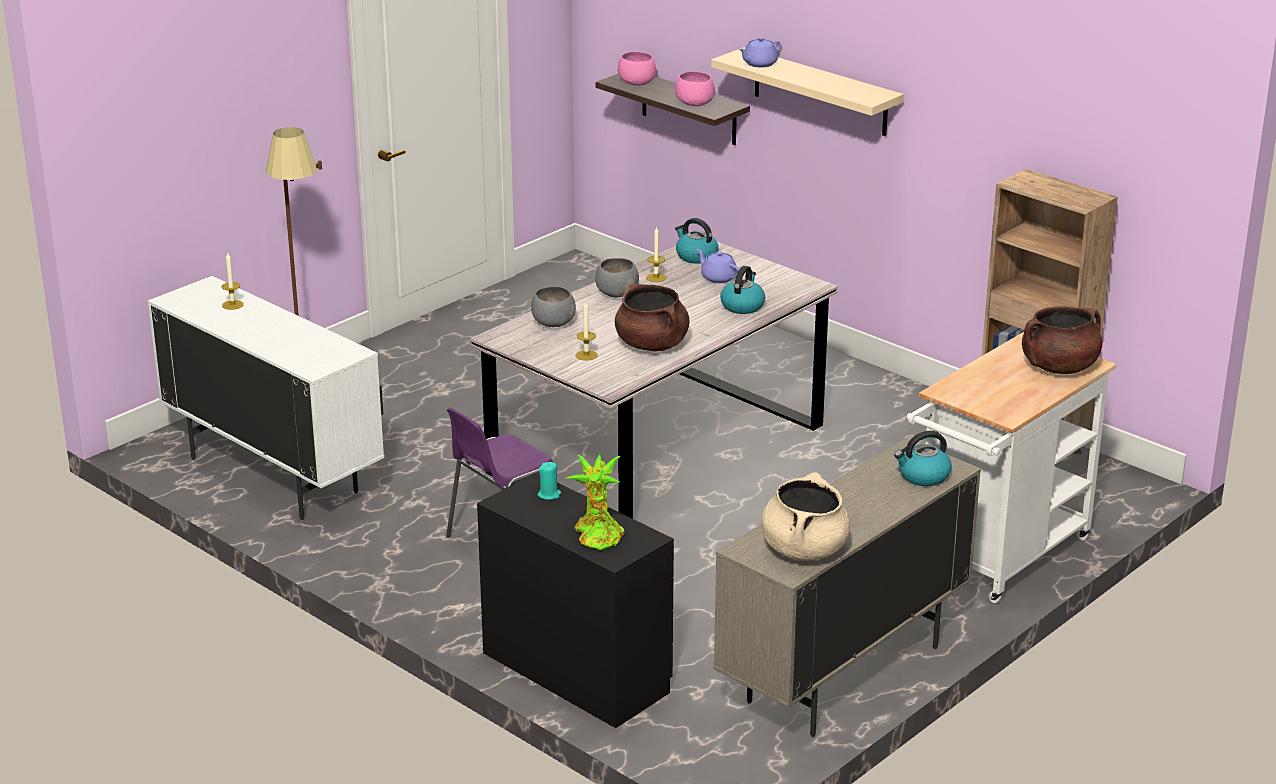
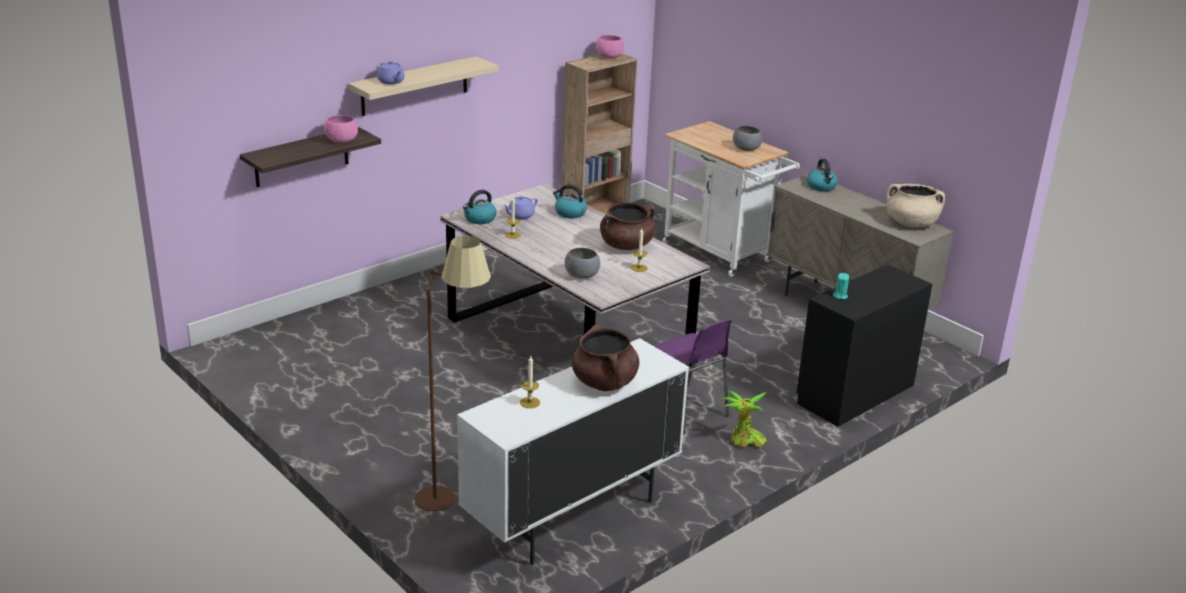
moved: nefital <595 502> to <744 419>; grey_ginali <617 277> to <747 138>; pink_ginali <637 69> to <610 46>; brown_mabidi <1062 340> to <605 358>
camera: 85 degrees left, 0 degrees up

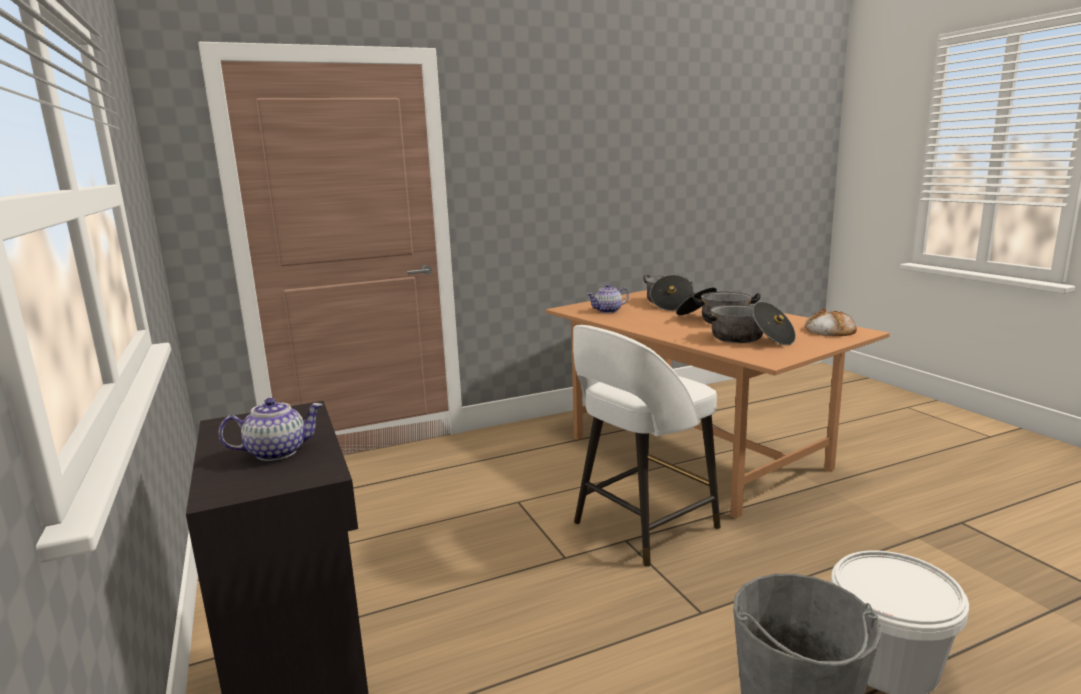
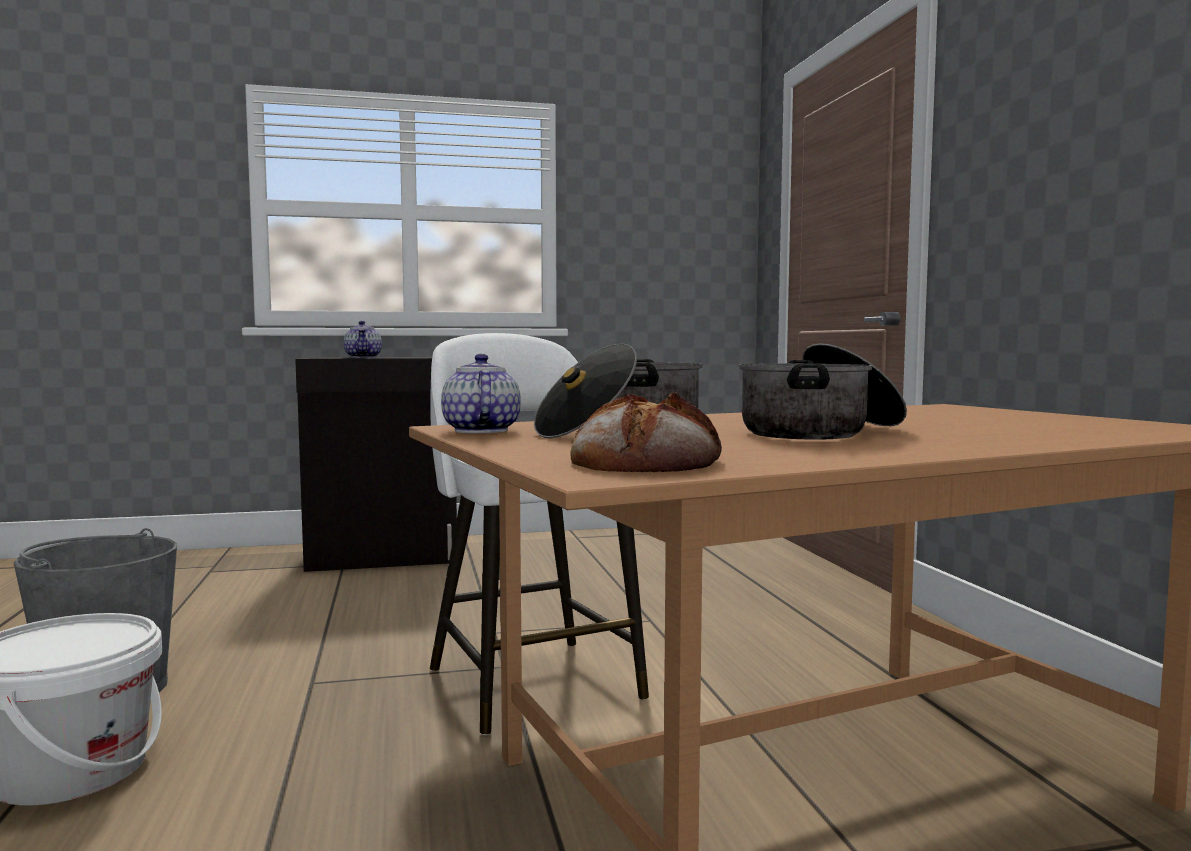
removed: mabidi <668 293>
moved: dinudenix <608 298> to <481 393>
camera: 100 degrees right, 10 degrees down

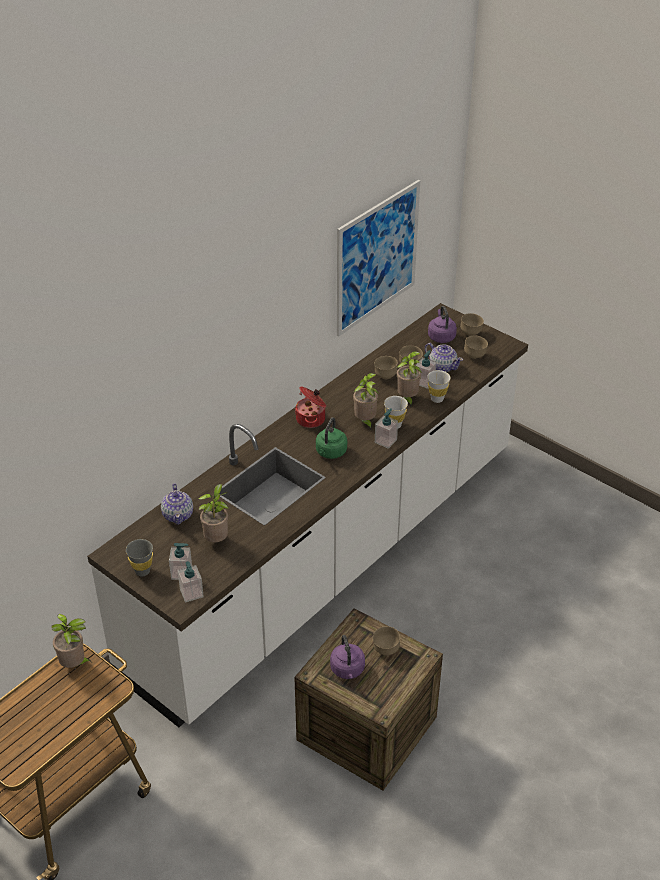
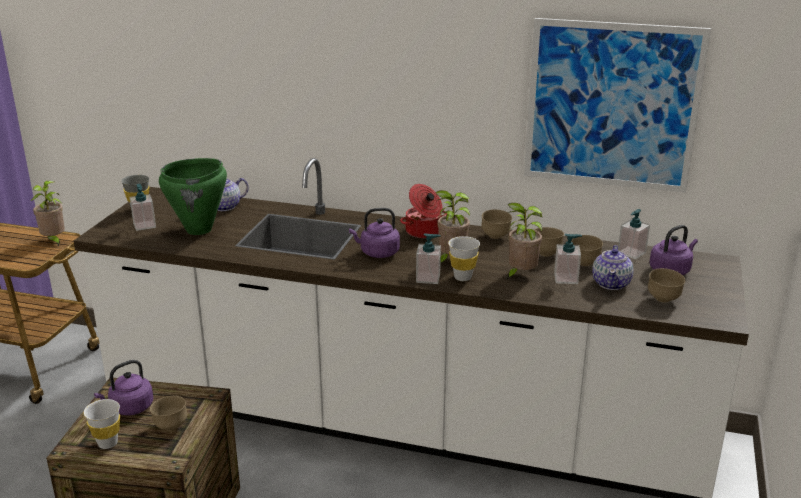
moved: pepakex <191 582> to <634 234>; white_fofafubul <439 386> to <102 424>; brown_ginali <472 324> to <496 224>
replaced: nefital <213 513> to green_mabidi <193 196>
recoloured: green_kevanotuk <331 438> to purple_kevanotuk <374 233>
camera: 65 degrees right, 15 degrees down

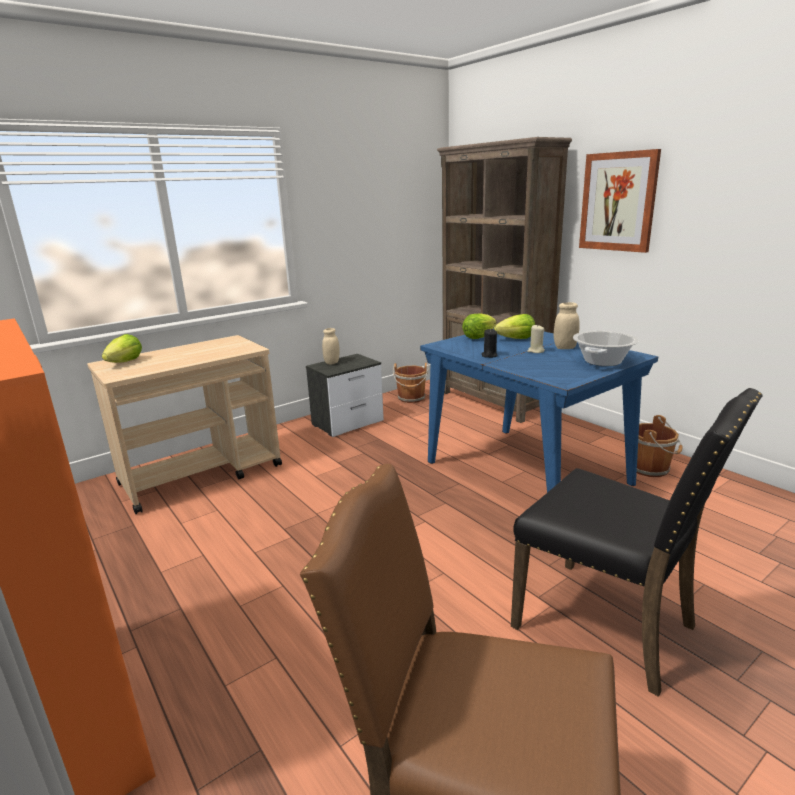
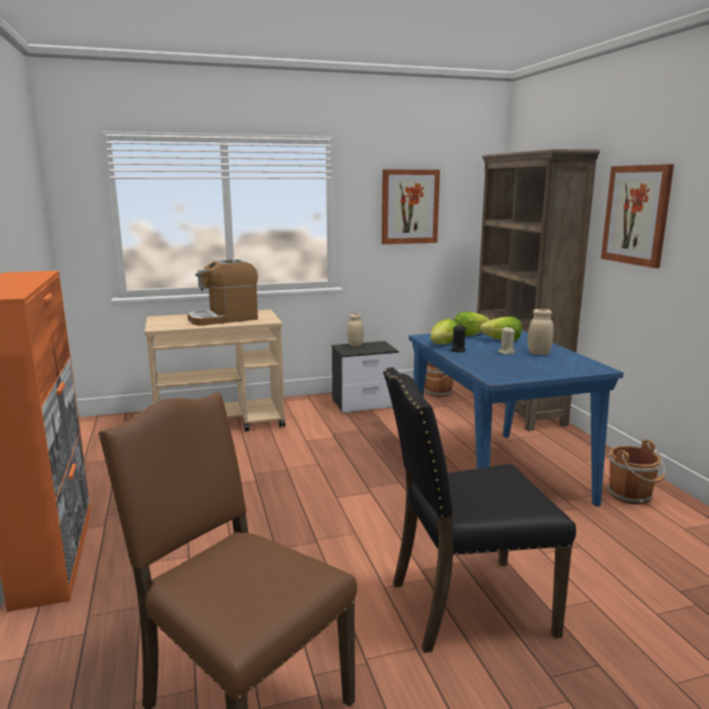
removed: mabidi <606 348>
added: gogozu <223 292>; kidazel <411 207>
moved: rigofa <122 348> to <444 331>
turned: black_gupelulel <637 542> = <479 510> 105 degrees clockwise
camera: 20 degrees right, 5 degrees down

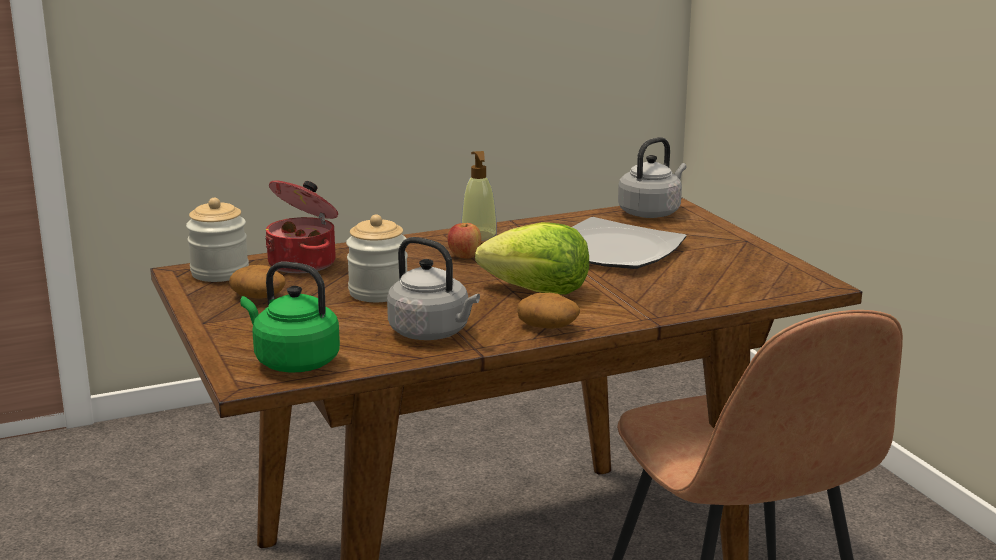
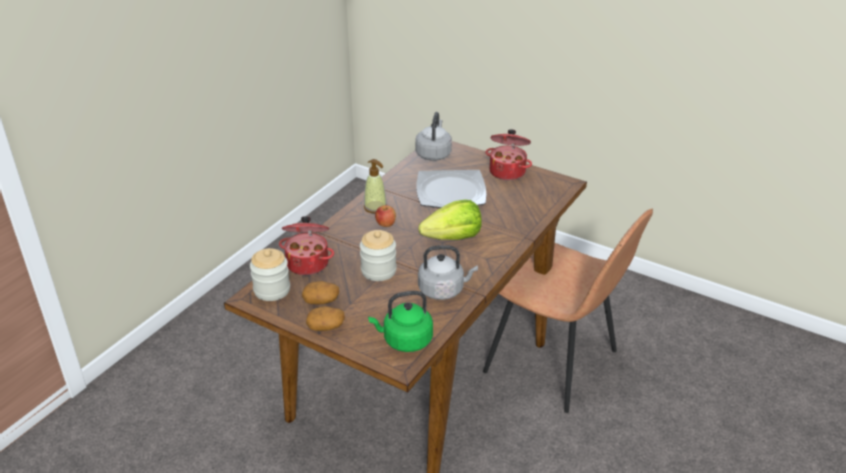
added: mabidi <509 154>
moved: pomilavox <548 311> to <325 318>
camera: 35 degrees left, 15 degrees up

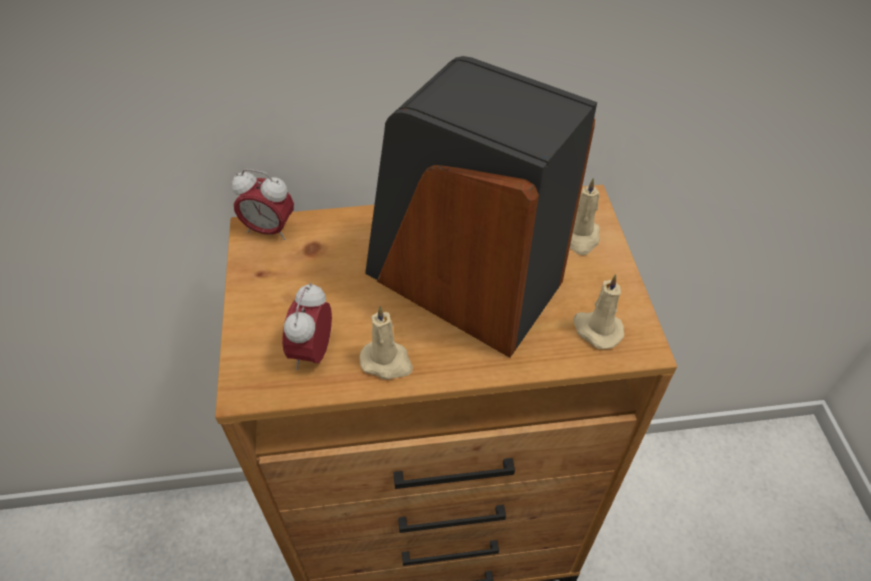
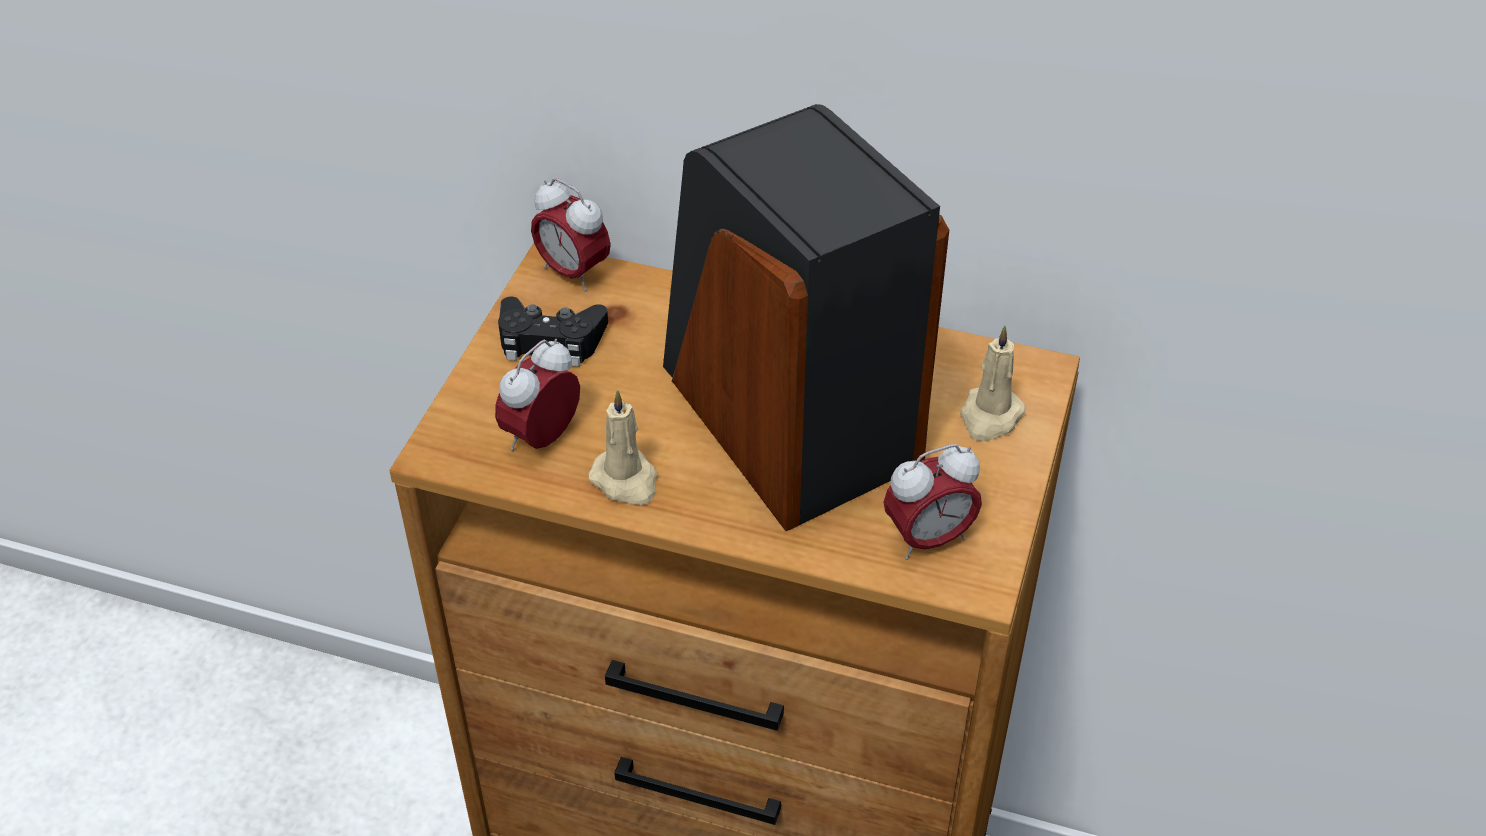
added: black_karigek <553 332>
replaced: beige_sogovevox <598 311> to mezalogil <933 502>
camera: 25 degrees right, 5 degrees down

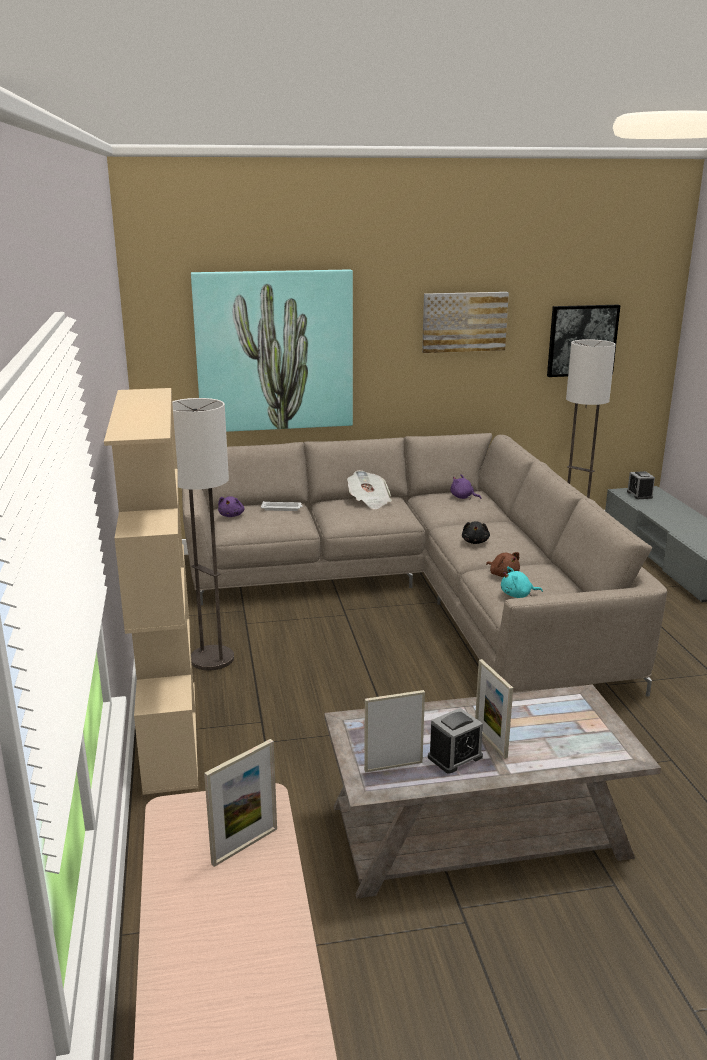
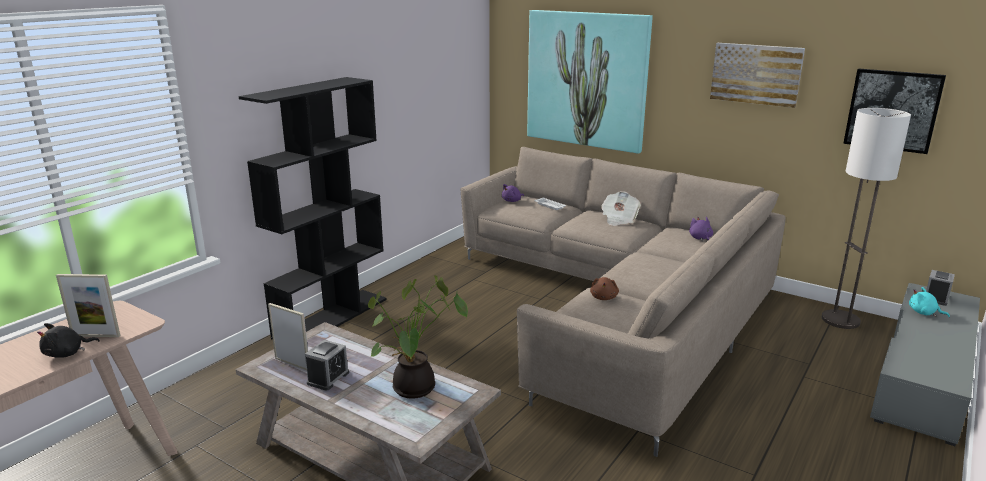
removed: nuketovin <203 534>; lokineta <494 709>
added: nefital <418 337>
moved: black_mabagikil <476 532> to <68 340>; turquoise_mabagikil <522 582> to <929 302>
recoloured: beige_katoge <151 591> to black_katoge <312 208>
turned: mezalogil <455 741> = <327 365> 75 degrees counterclockwise
camera: 45 degrees right, 0 degrees up

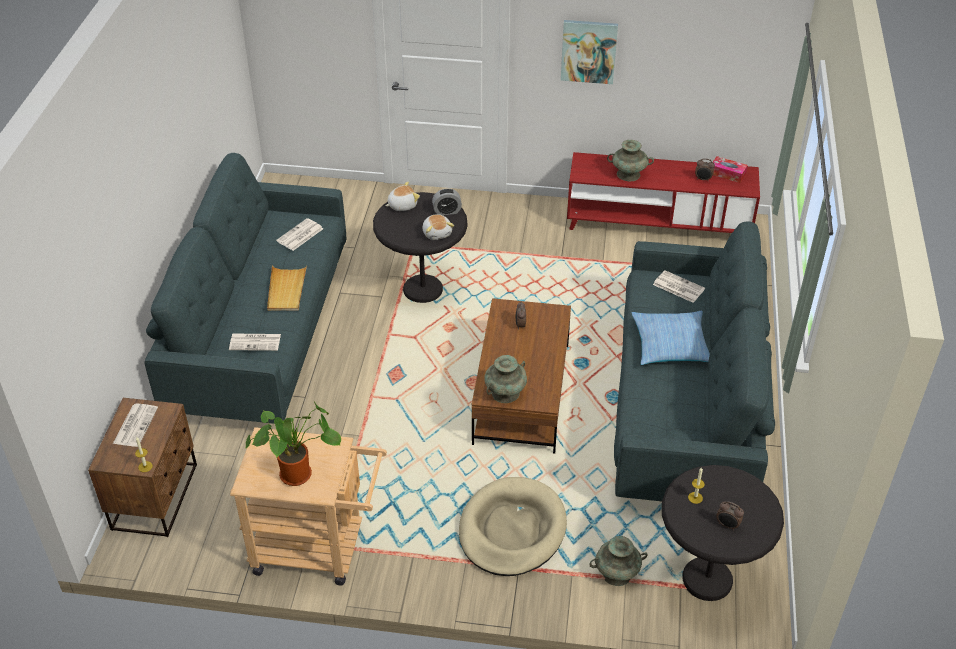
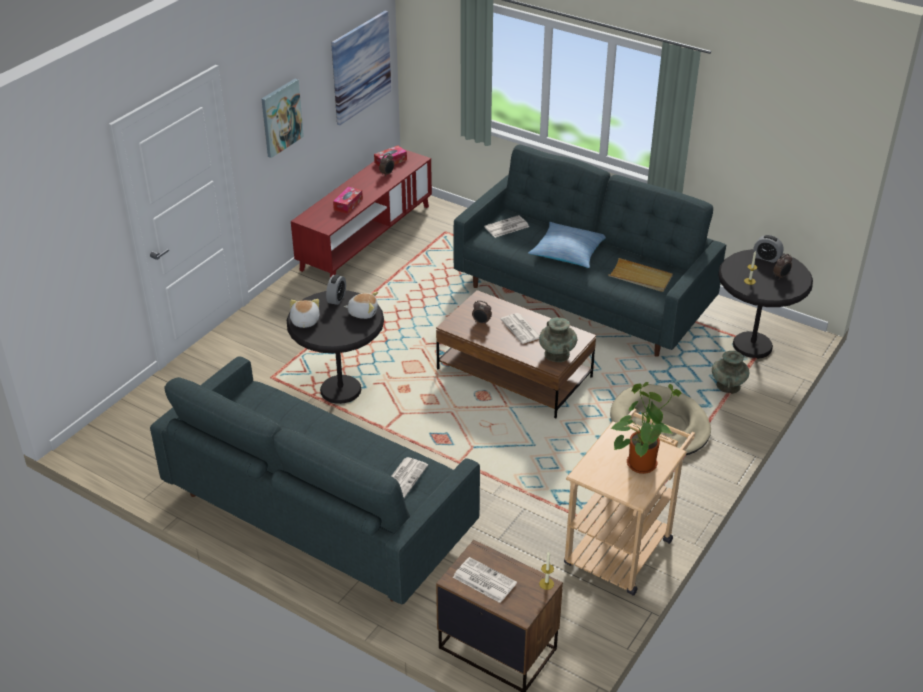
added: kidazel <361 67>; mezalogil <769 249>
moved: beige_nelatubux <287 288> to <640 275>; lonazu <299 234> to <520 328>
replaced: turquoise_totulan <630 160> to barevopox <348 200>
camera: 65 degrees left, 5 degrees down

